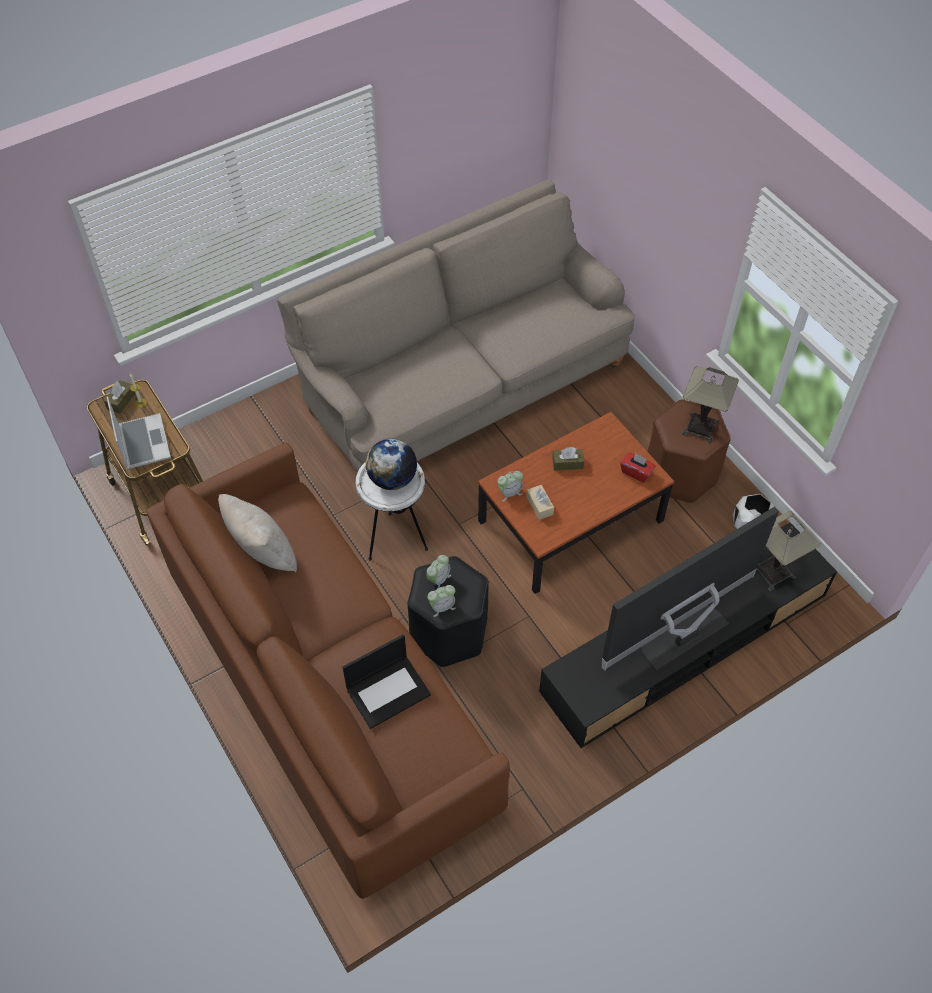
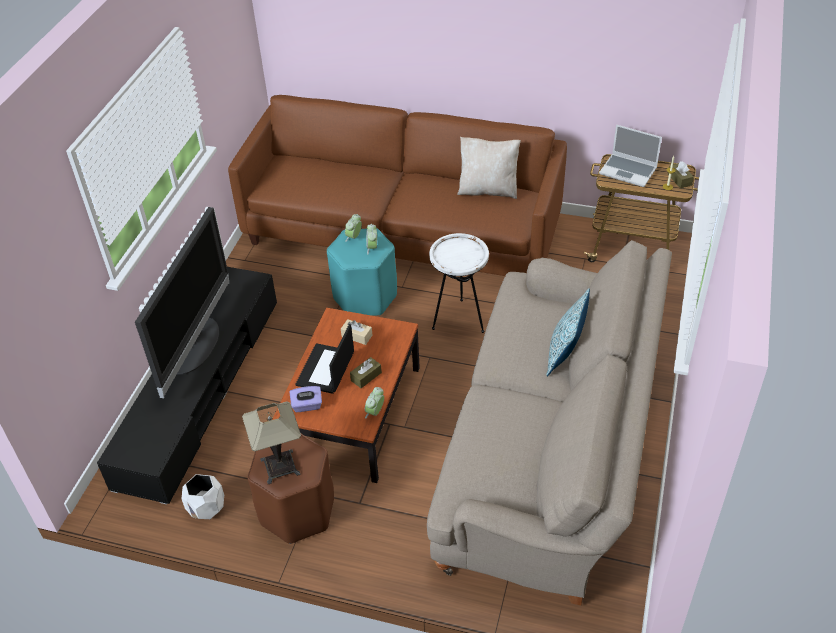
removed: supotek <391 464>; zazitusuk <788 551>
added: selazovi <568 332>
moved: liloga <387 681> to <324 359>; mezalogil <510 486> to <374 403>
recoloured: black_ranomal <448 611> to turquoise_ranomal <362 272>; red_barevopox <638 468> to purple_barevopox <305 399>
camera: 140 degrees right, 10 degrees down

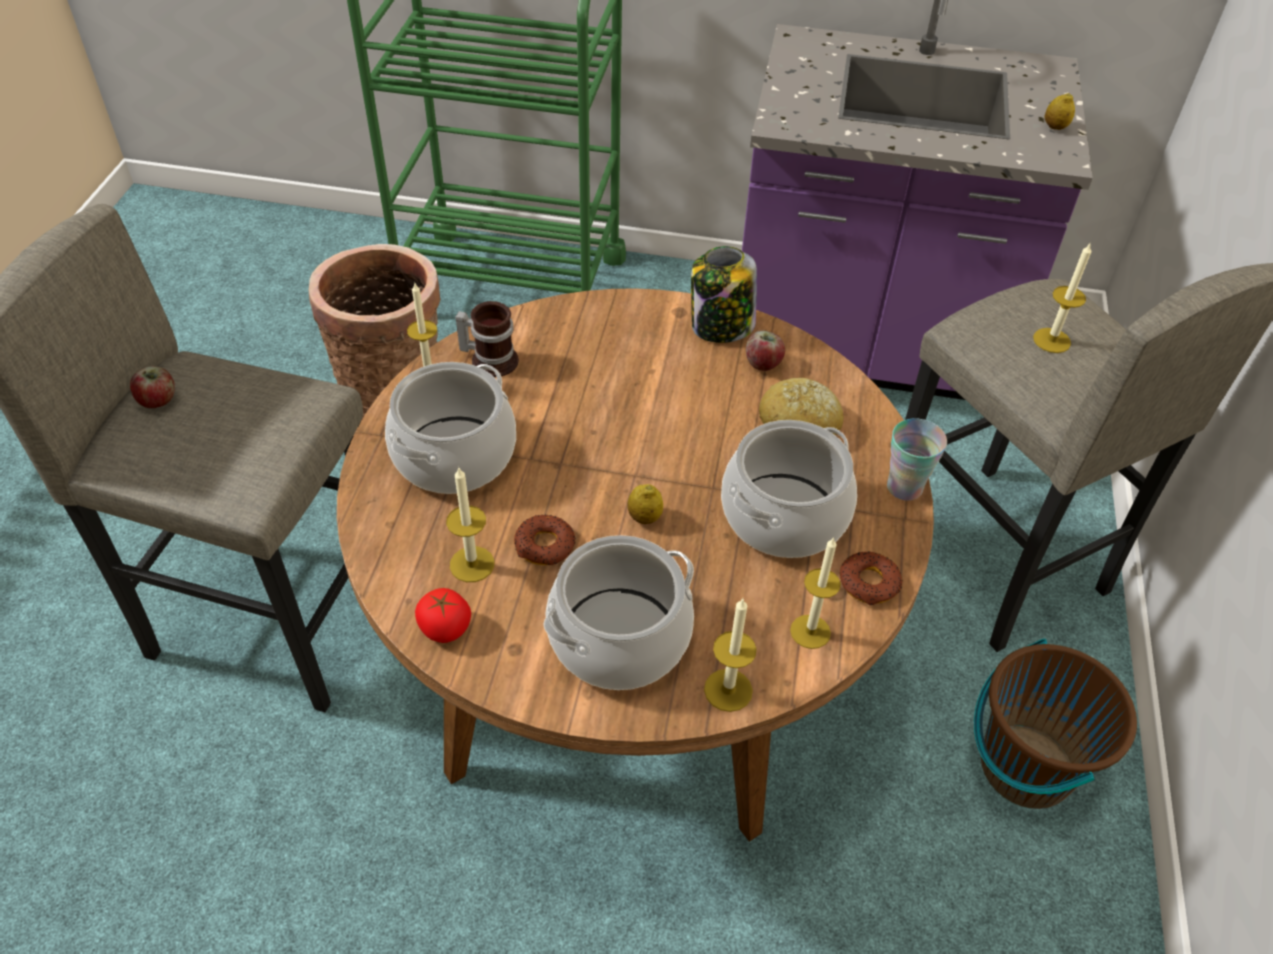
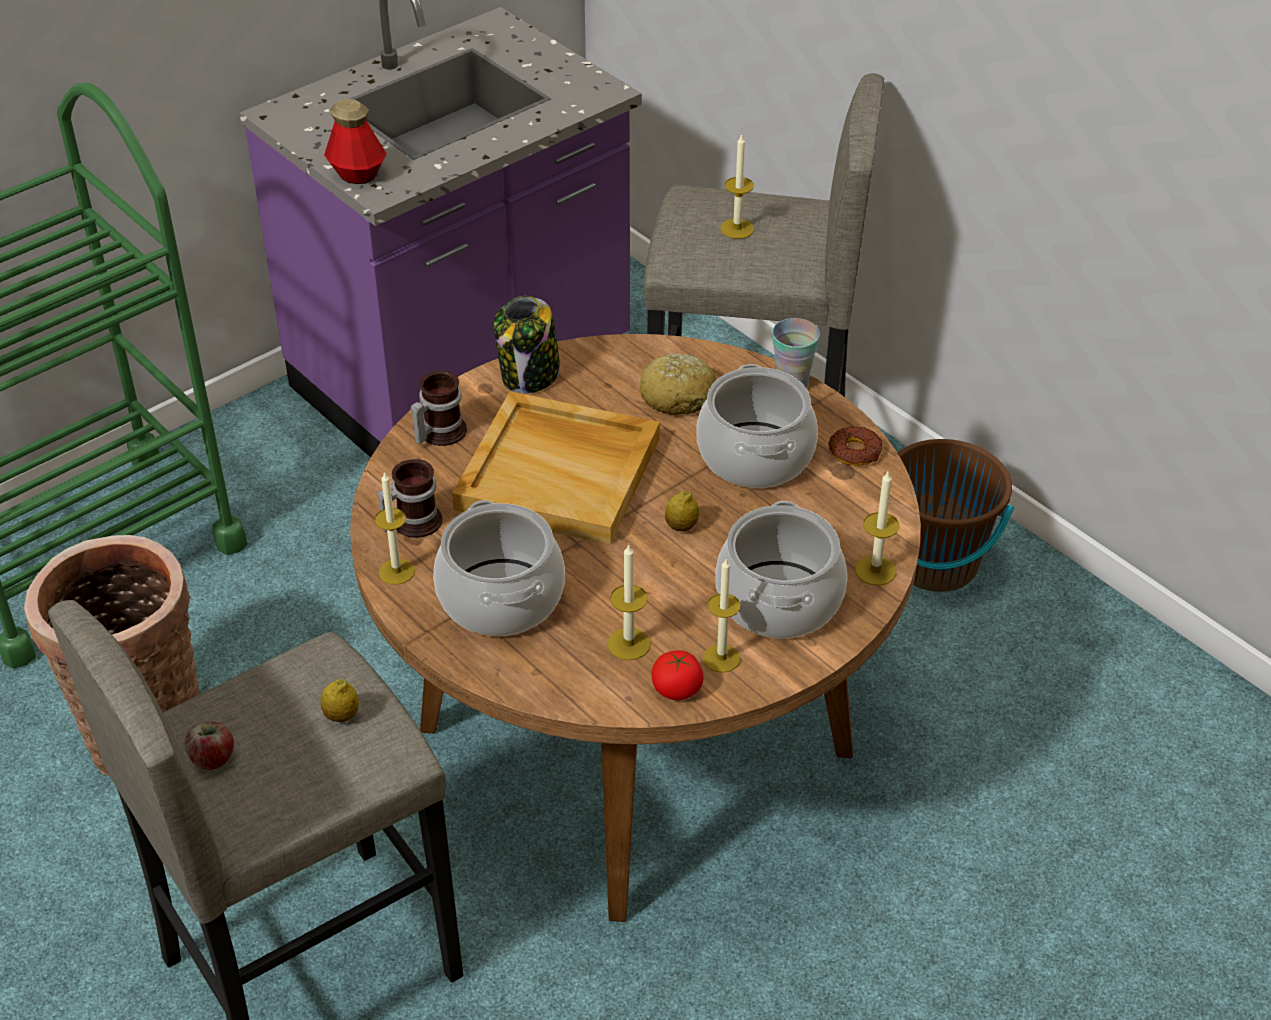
removed: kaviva <545 540>; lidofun <765 351>
added: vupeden <355 141>; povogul <439 408>; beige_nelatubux <556 468>
moved: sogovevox <815 593> to <722 616>; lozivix <1059 111> to <339 700>
camera: 50 degrees left, 5 degrees down

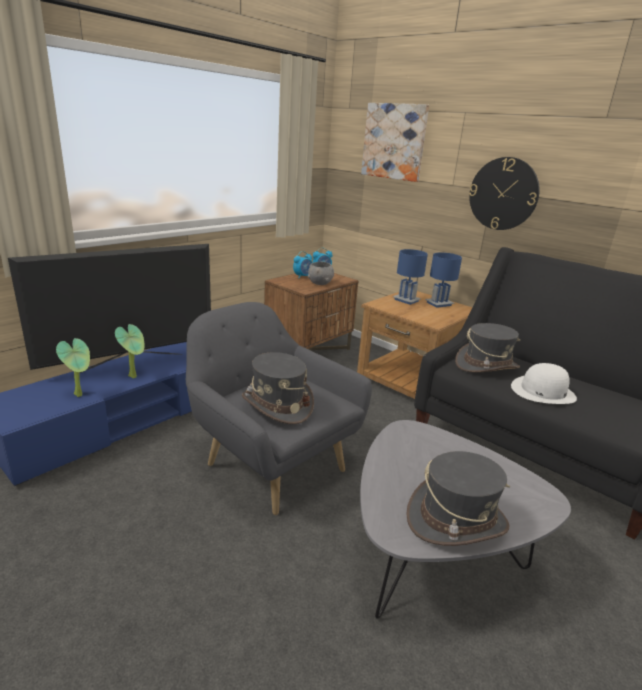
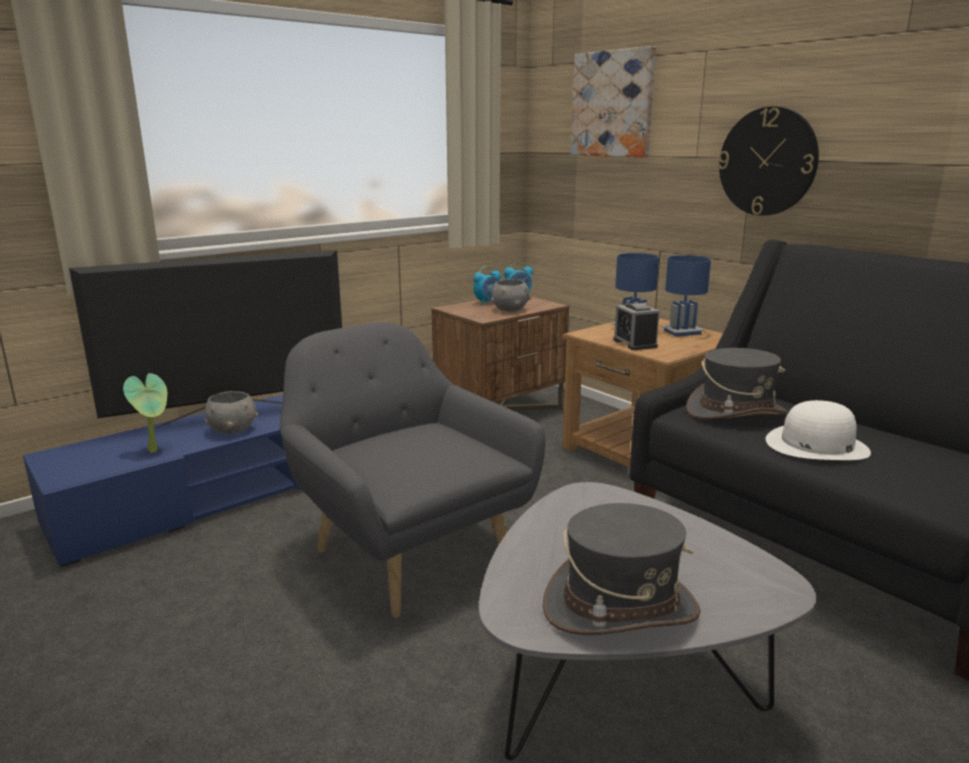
removed: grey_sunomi <278 388>
added: mezalogil <636 326>
replaced: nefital <130 351> to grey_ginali <231 412>
camera: 10 degrees right, 5 degrees down

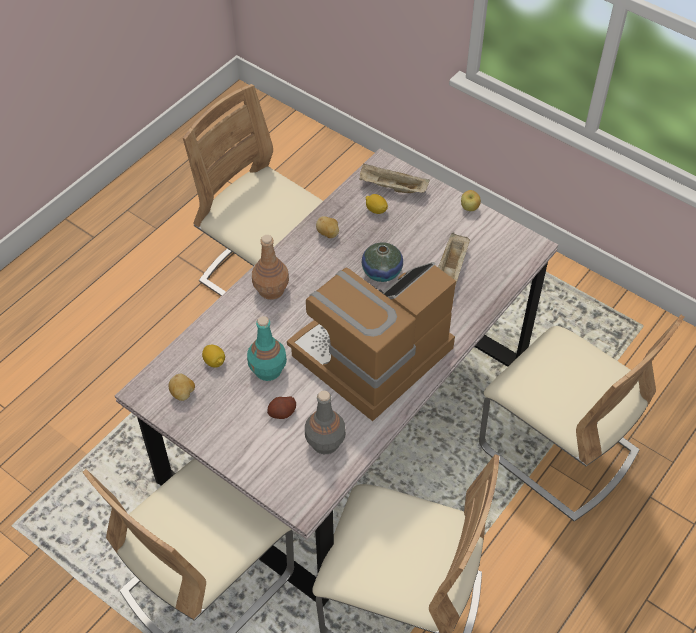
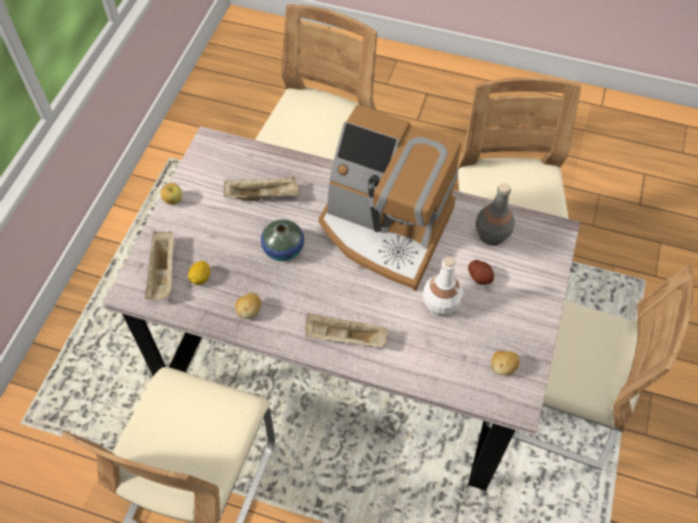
removed: lozivix <213 356>
replaced: brown_vupeden <270 267> to beige_nelatubux <346 330>
recoloured: turquoise_vupeden <267 348> to white_vupeden <443 286>
camera: 110 degrees left, 5 degrees up

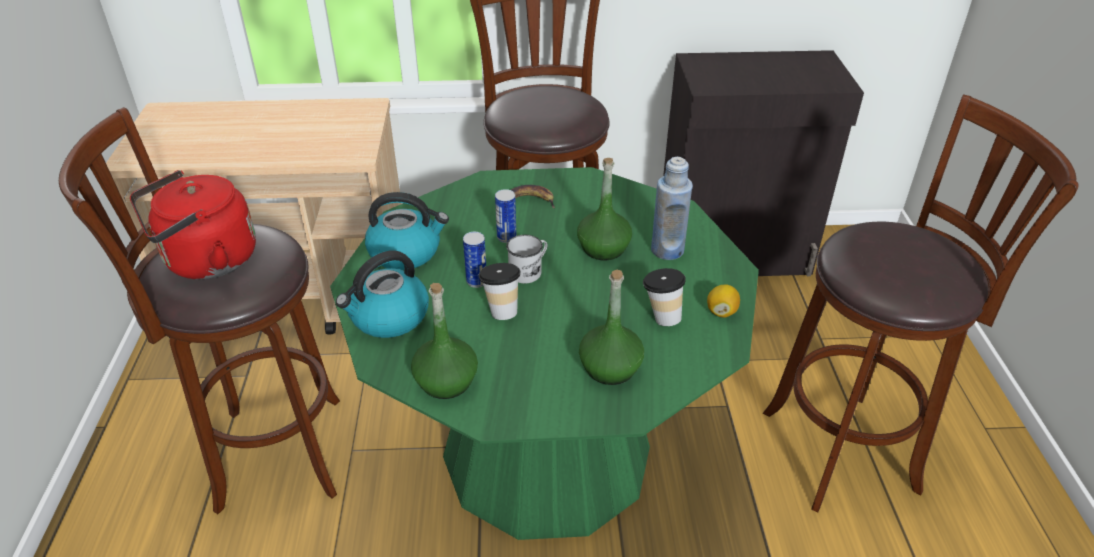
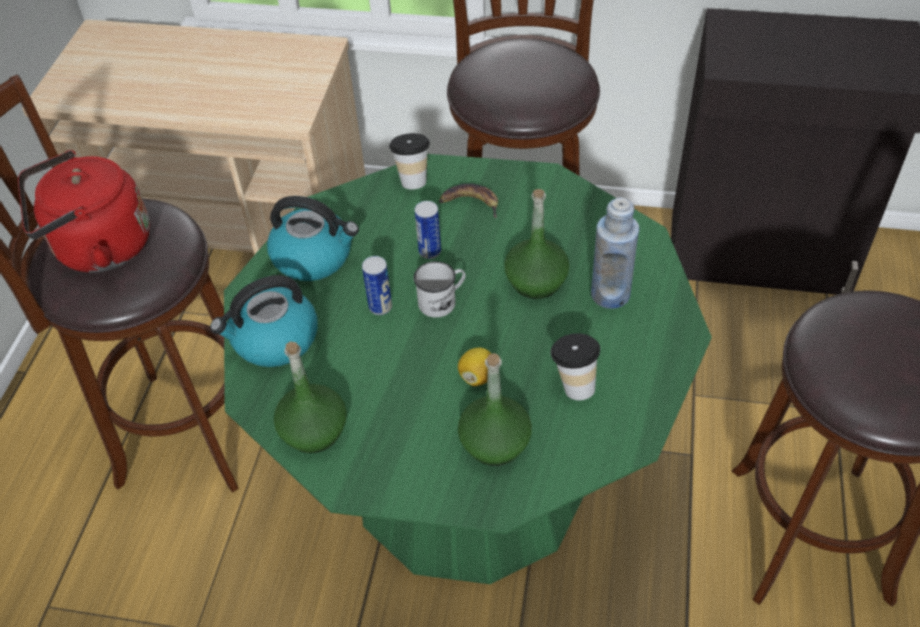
moved: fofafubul <499 291> to <409 161>; lozivix <723 301> to <474 367>
camera: 15 degrees right, 10 degrees up

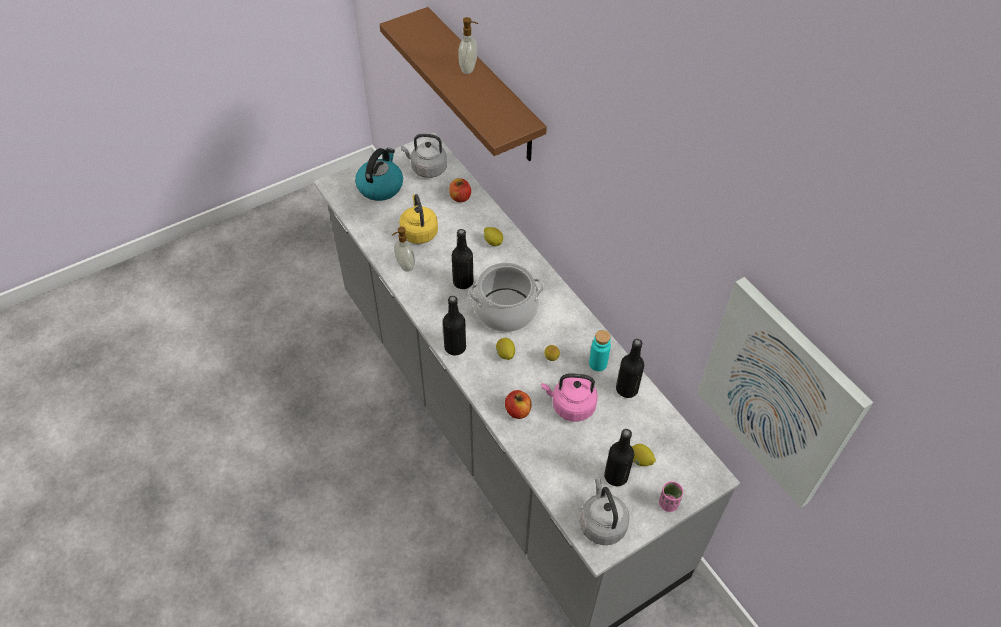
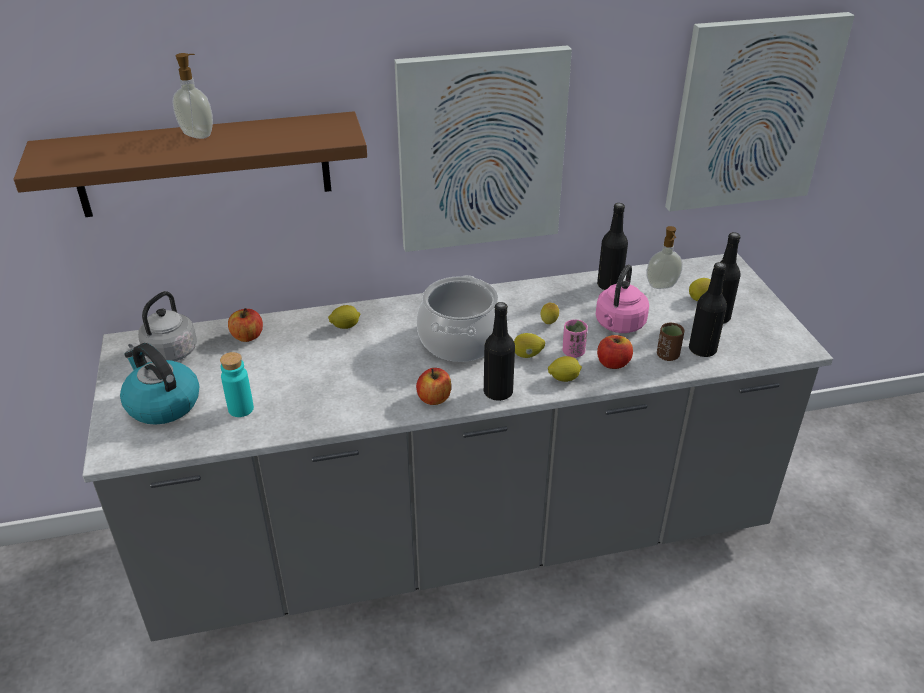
removed: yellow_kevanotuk <418 219>; grey_kevanotuk <605 511>
added: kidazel <483 148>; lidofun <433 386>; lozivix <565 369>; brown_fofafubul <670 342>
moved: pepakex <403 249> to <665 257>; black_vupeden <463 259> to <708 309>; turquoise_vupeden <600 350> to <237 384>; pink_fofafubul <671 496> to <575 339>
camera: 70 degrees left, 15 degrees down

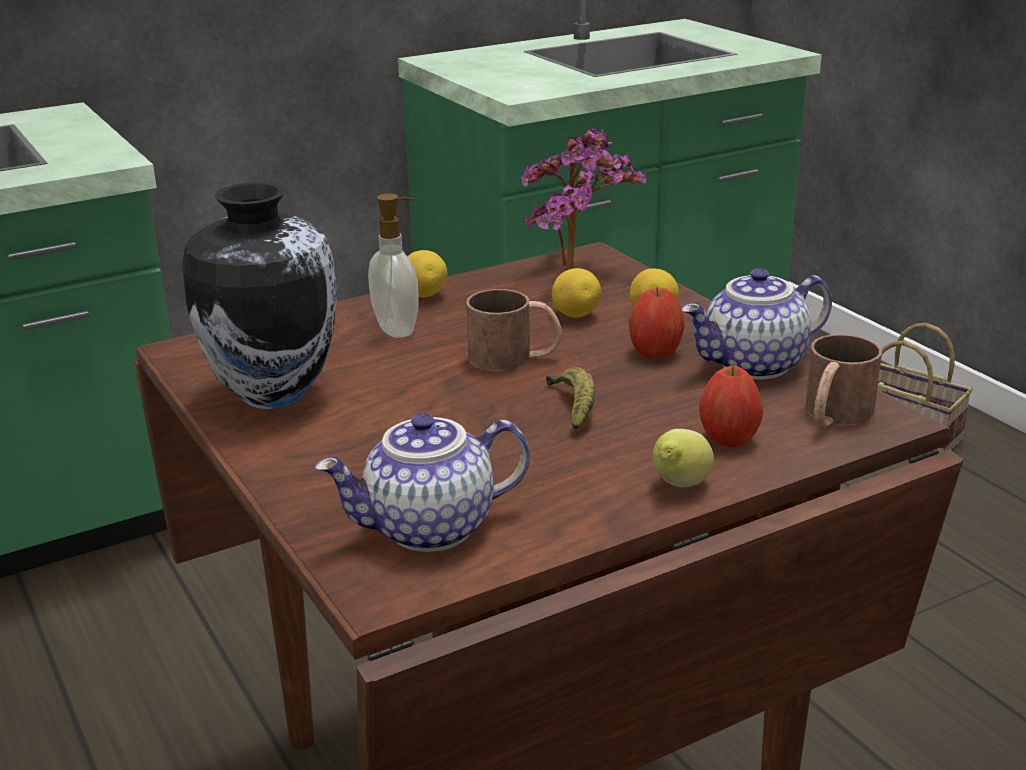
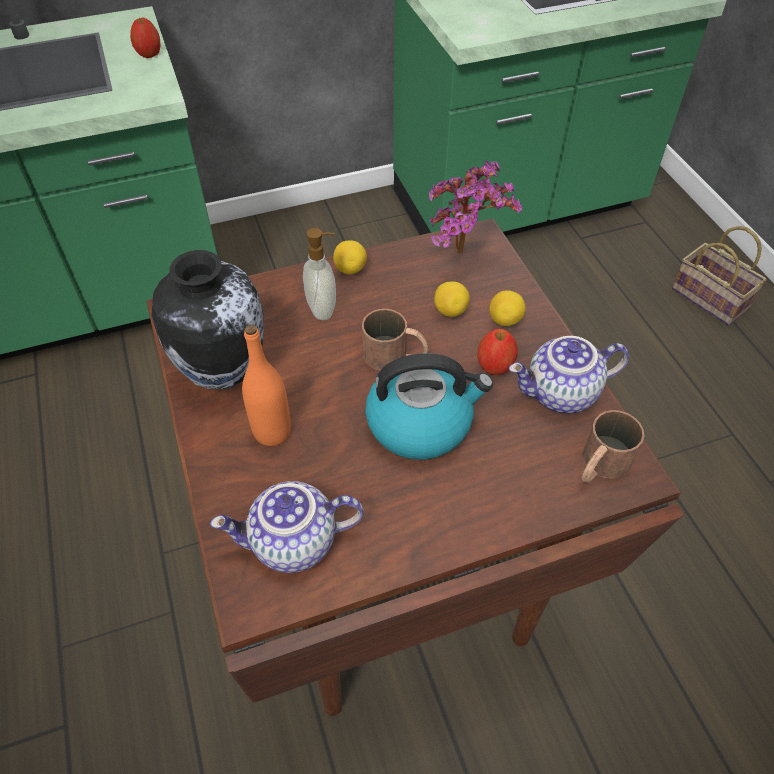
removed: lozivix <683 458>
added: orange_vupeden <266 385>
moved: lidofun <731 406> to <145 38>
replaced: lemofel <570 398> to kevanotuk <429 406>
camera: 10 degrees right, 25 degrees up

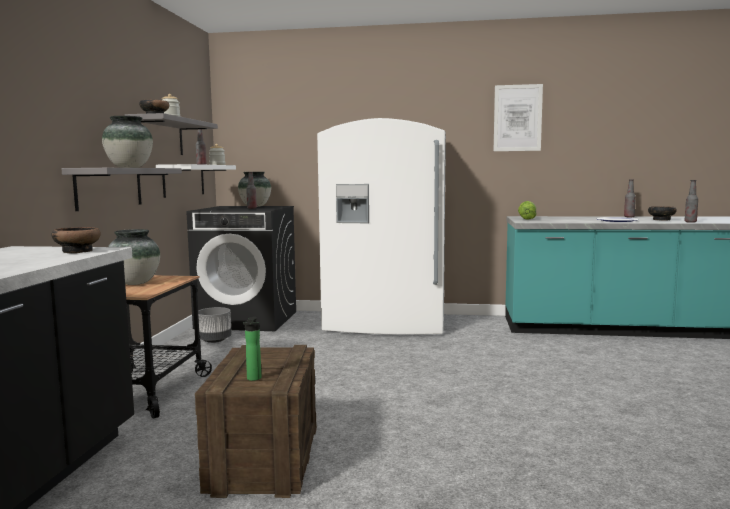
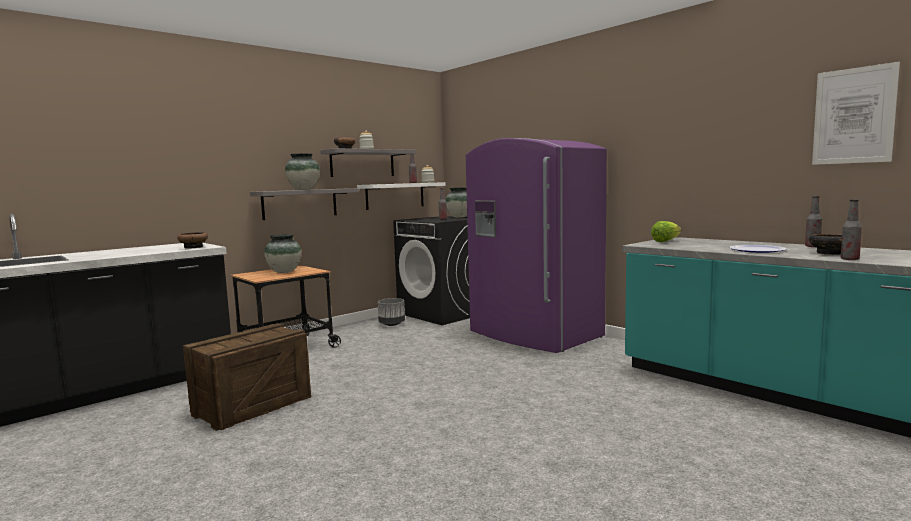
removed: vupeden <252 349>
moved: kidazel <518 117> to <856 113>
recoloured: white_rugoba <381 226> to purple_rugoba <536 245>
camera: 40 degrees right, 0 degrees up

